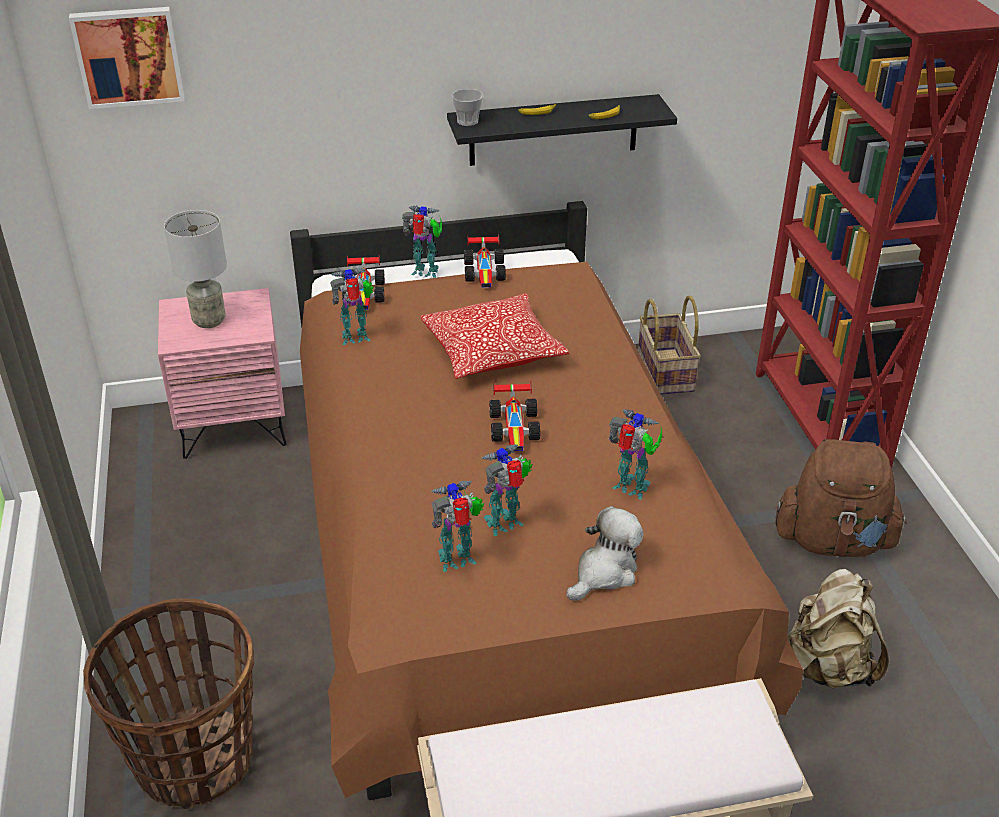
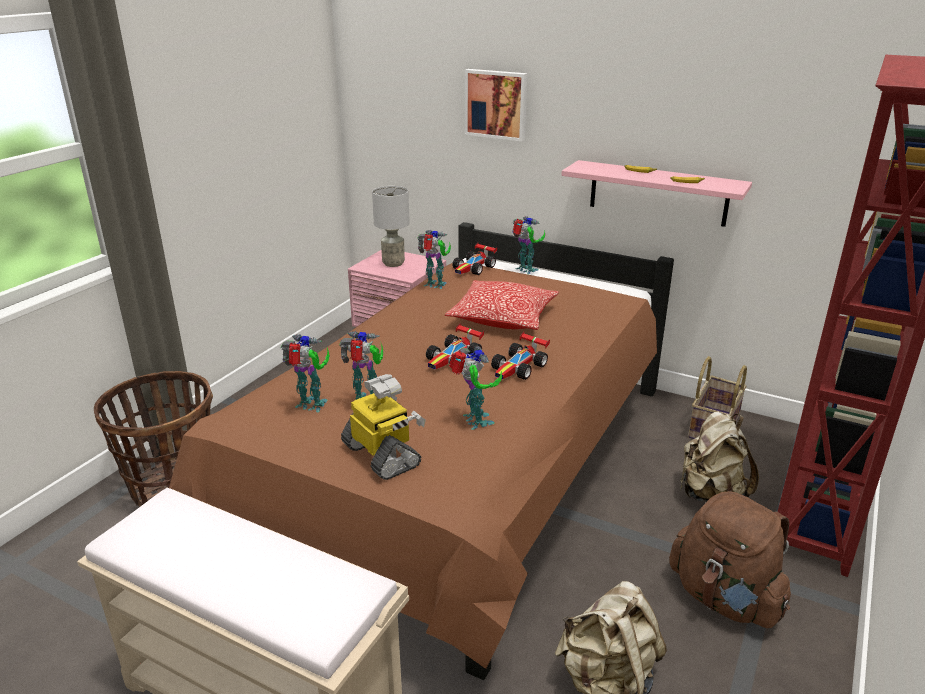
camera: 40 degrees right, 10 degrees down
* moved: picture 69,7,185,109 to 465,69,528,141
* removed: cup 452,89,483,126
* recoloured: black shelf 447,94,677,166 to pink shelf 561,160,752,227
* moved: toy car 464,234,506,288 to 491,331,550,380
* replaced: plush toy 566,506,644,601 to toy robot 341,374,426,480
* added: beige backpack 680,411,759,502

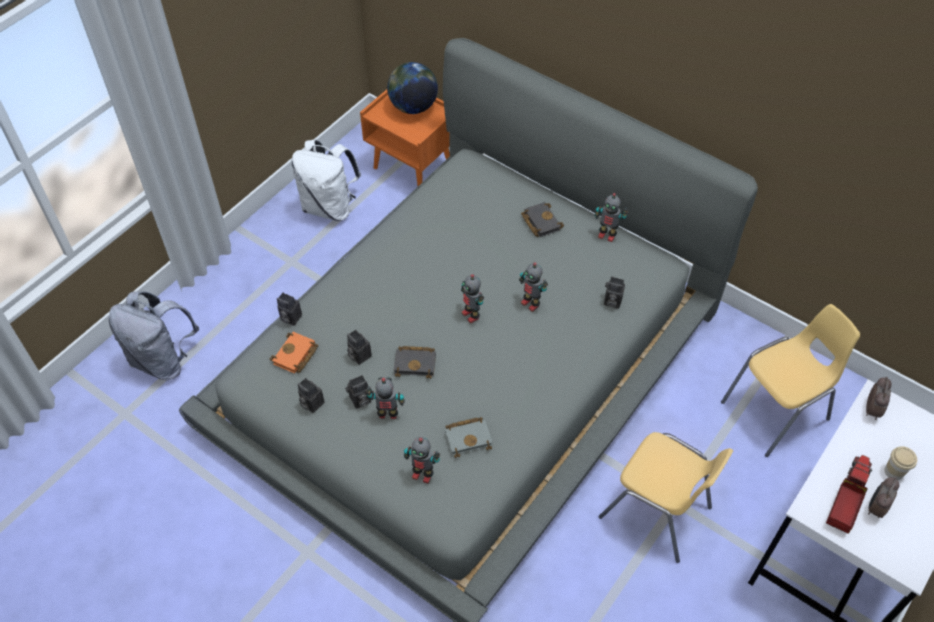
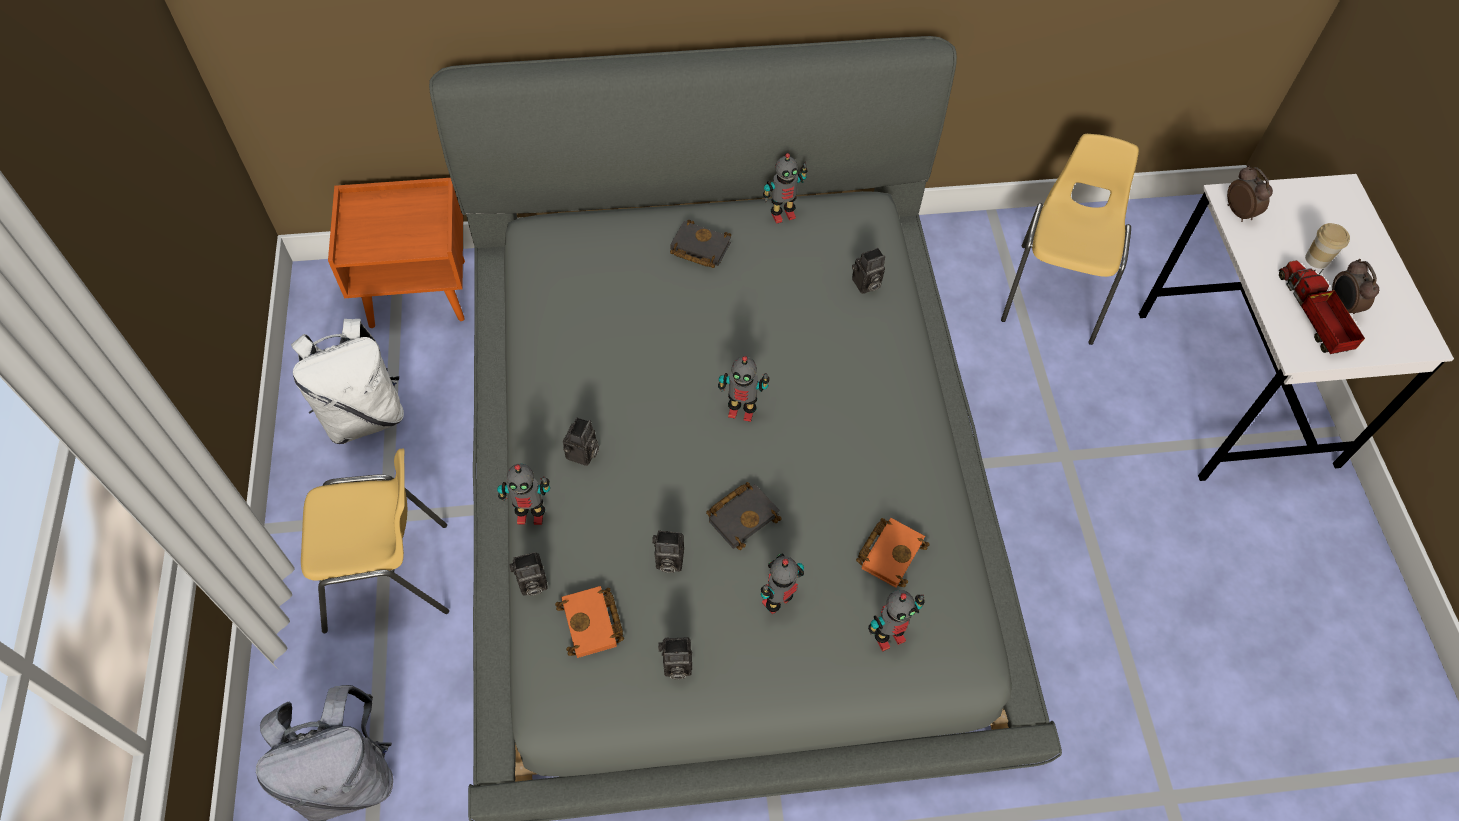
camera: 45 degrees left, 5 degrees up
* removed: globe 387,62,438,114
* moved: toy robot 519,262,548,312 to 497,464,550,525
* moved: photo camera 345,375,371,409 to 563,417,599,466
* recoloured: grey book 445,417,493,458 to orange book 856,518,930,588
* moved: yellow chair 599,432,733,563 to 301,448,449,633

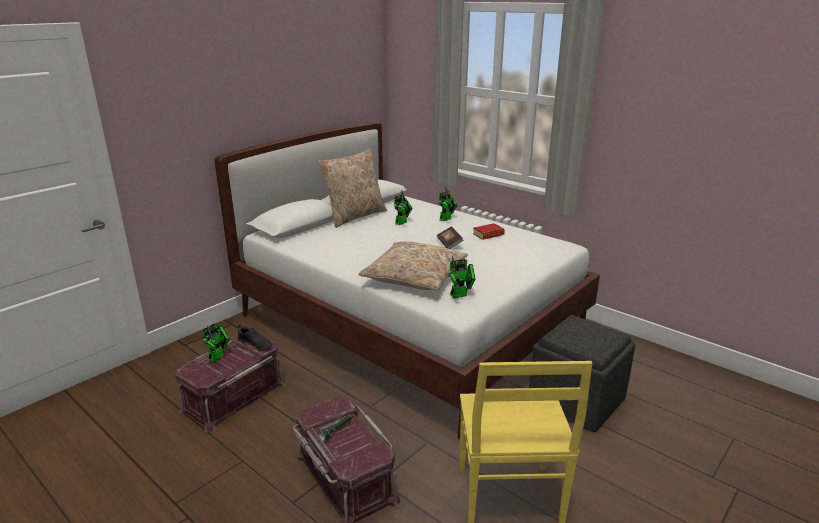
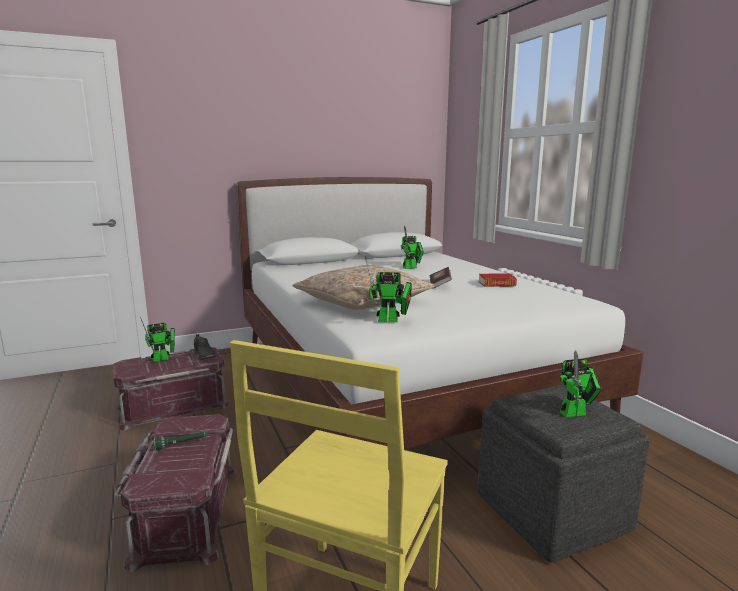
camera: 25 degrees right, 10 degrees down
* removed: beige pillow 317,148,387,228
* moved: toy robot 439,187,457,221 to 560,350,602,417

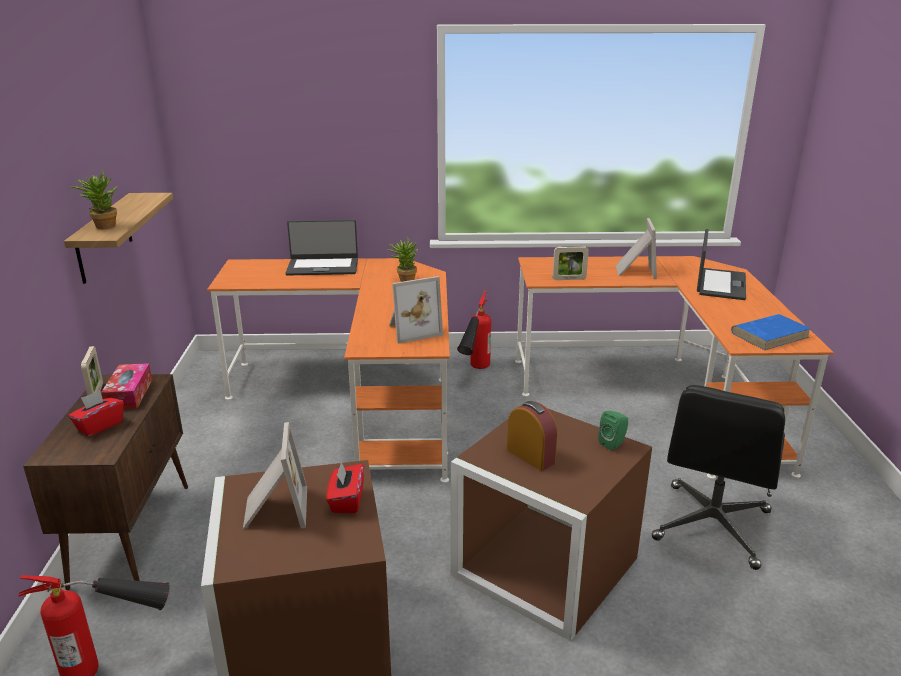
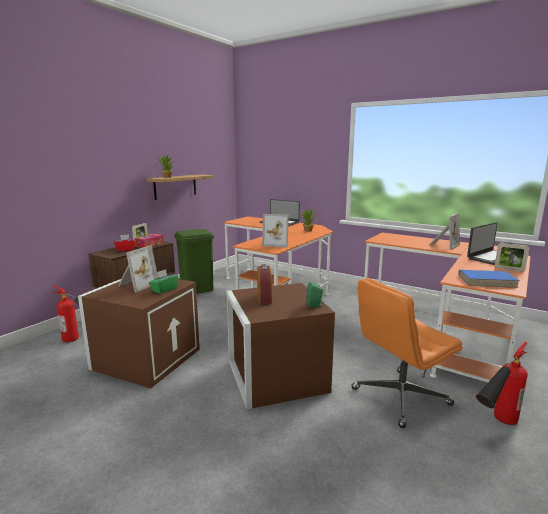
camera: 35 degrees right, 10 degrees down
* moved: picture frame 552,246,589,280 to 495,243,529,272
* moved: fire extinguisher 457,291,491,369 to 476,342,528,425
* recoloured: black office chair 652,385,785,570 to orange office chair 351,278,463,428
* recoloured: red tissue box 326,461,364,513 to green tissue box 149,269,178,294
* added: green trash can 174,229,214,294

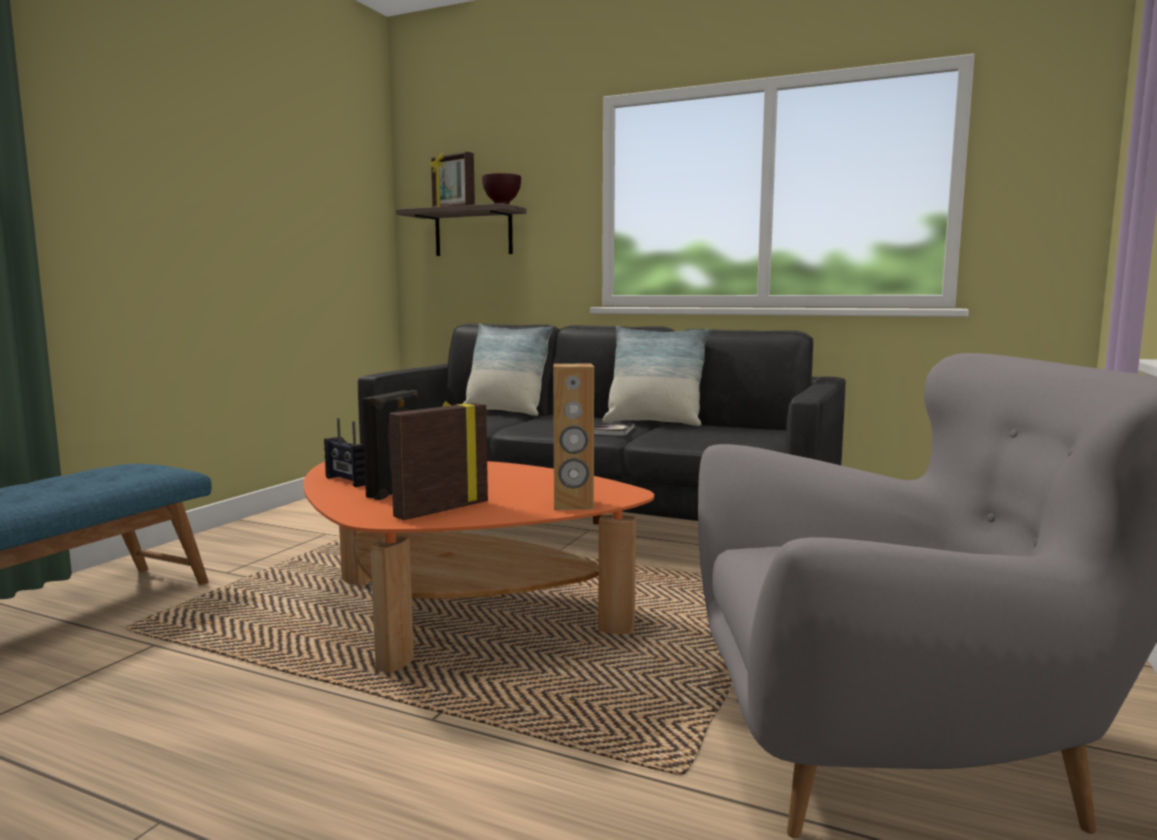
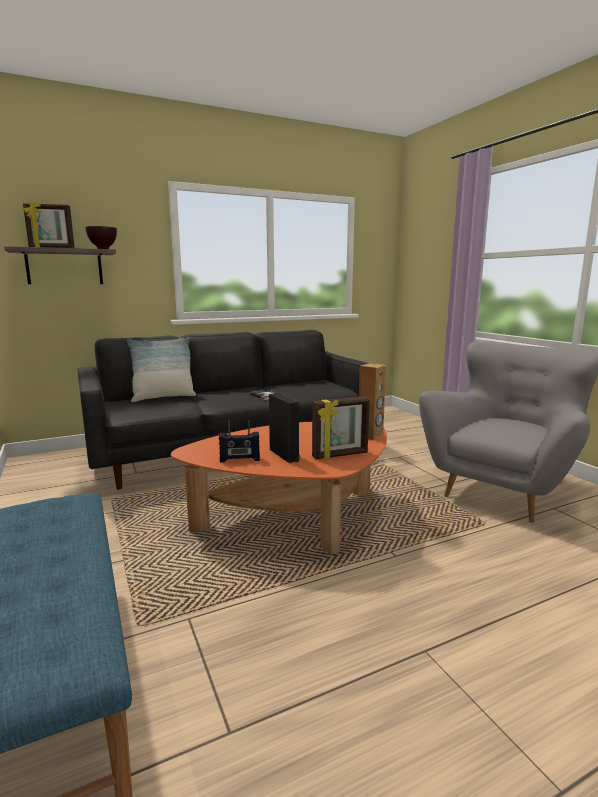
camera: 50 degrees left, 5 degrees up
* removed: pillow 603,326,710,426
* turned: picture frame 389,401,488,520 = 312,396,370,459 105 degrees counterclockwise

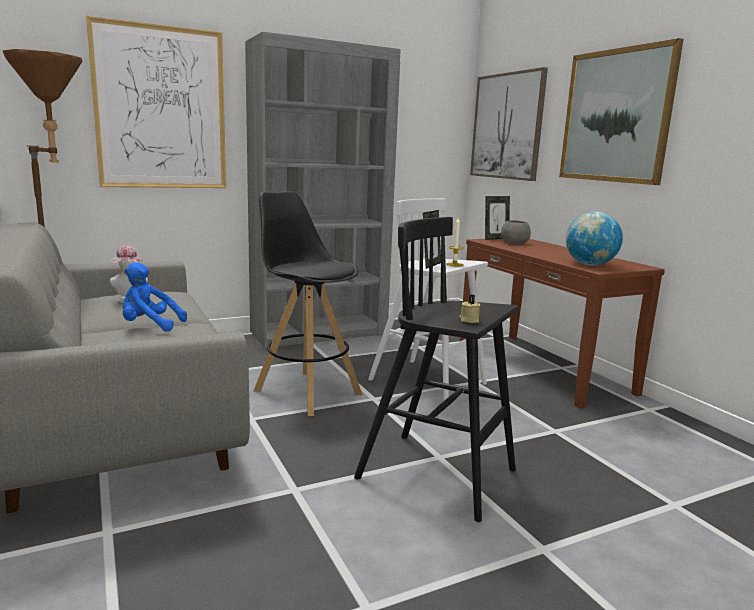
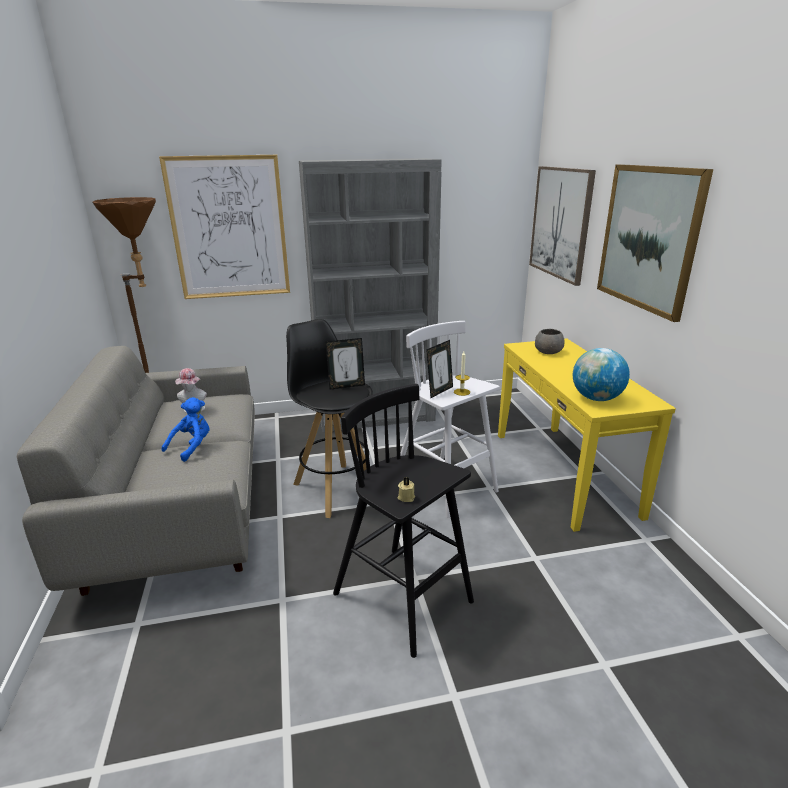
camera: 15 degrees right, 10 degrees up
* moved: picture frame 485,196,510,240 to 326,338,365,389
* recoloured: brown console table 460,239,665,409 to yellow console table 498,339,676,532
* turned: blue plush toy 123,262,187,331 = 161,397,209,462 105 degrees clockwise

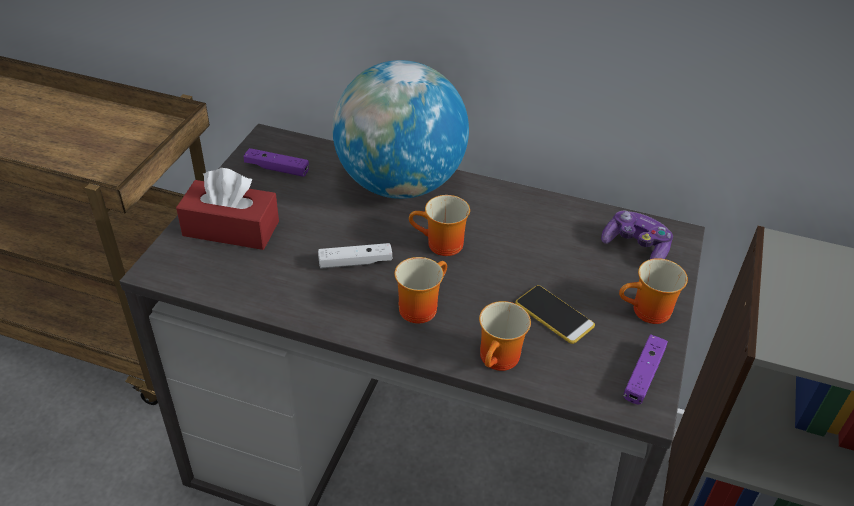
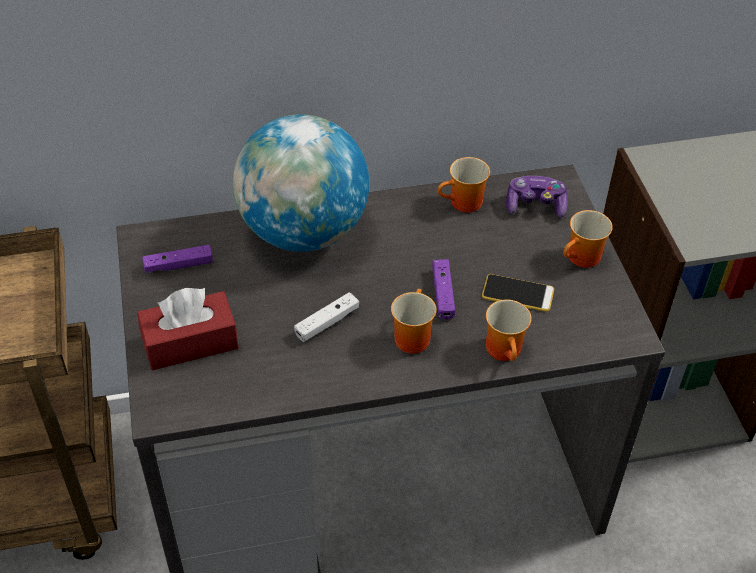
camera: 30 degrees left, 5 degrees up
* moved: mug 409,195,470,256 to 437,157,490,212
* moved: purple game controller 623,334,668,405 to 432,259,455,319

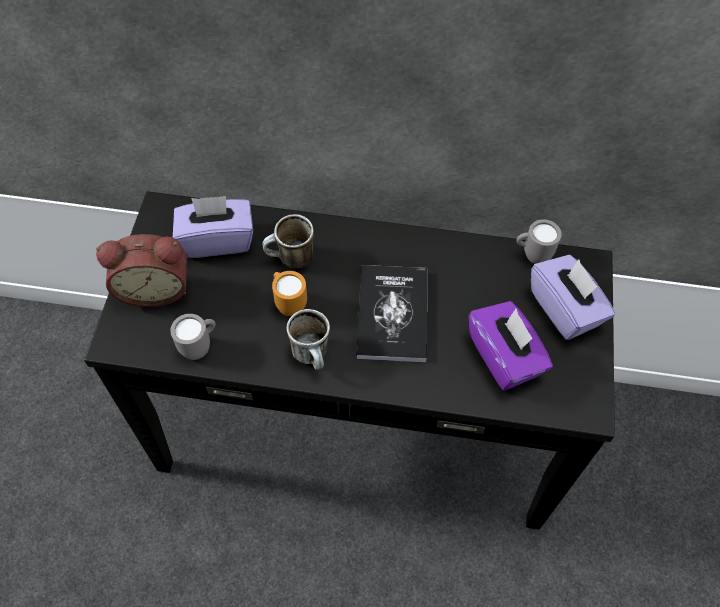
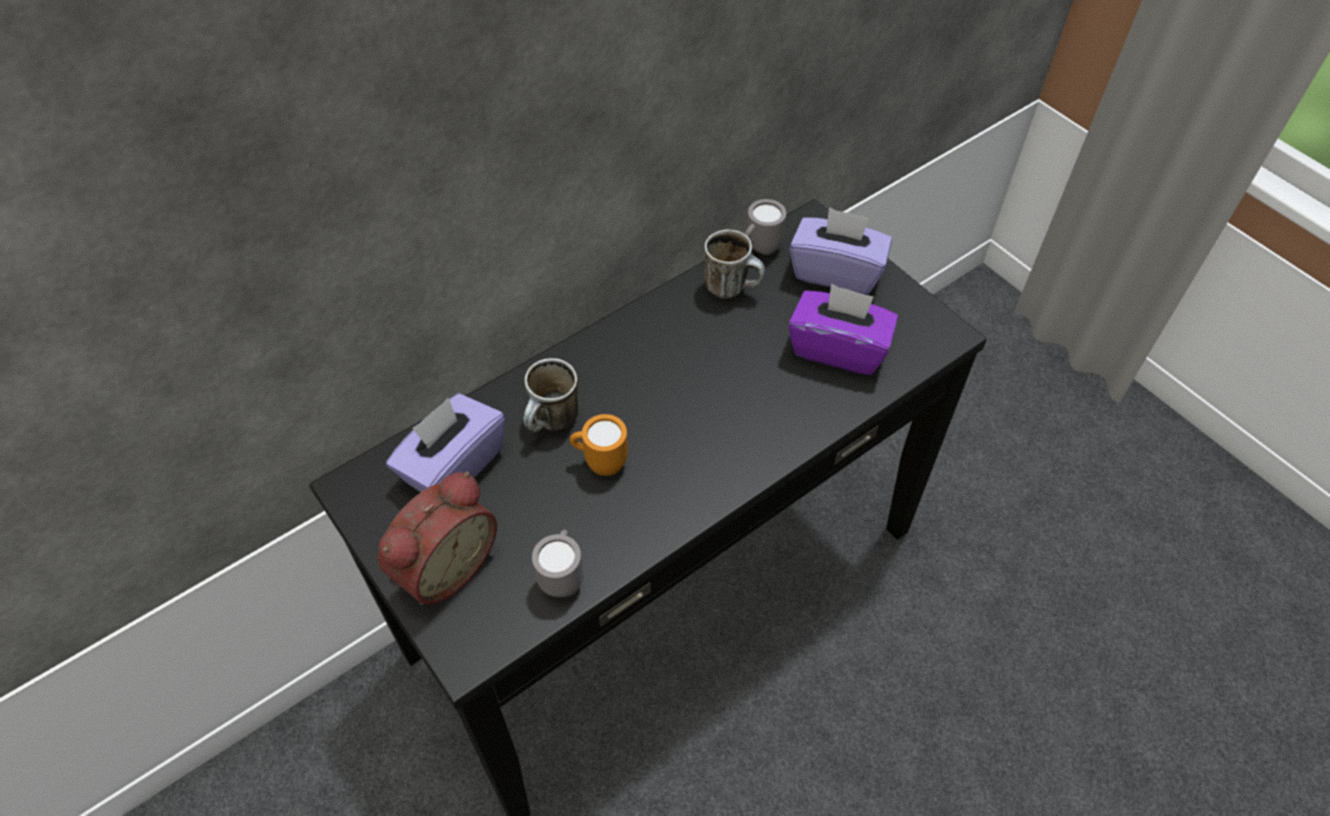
camera: 45 degrees left, 5 degrees down
* removed: book 356,265,427,362
* moved: mug 287,309,330,370 to 704,230,765,299

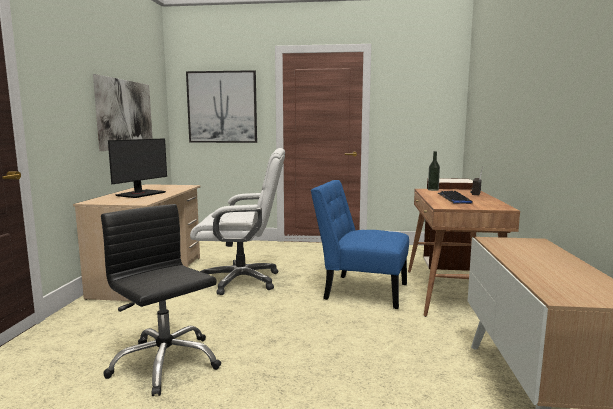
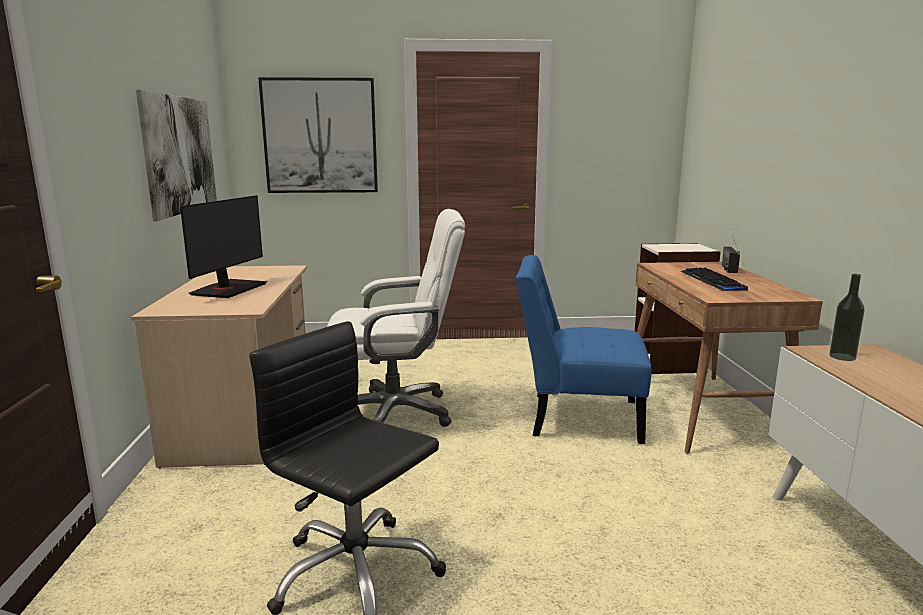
camera: 10 degrees left, 5 degrees up
* moved: bottle 428,151,440,191 to 829,274,865,361

